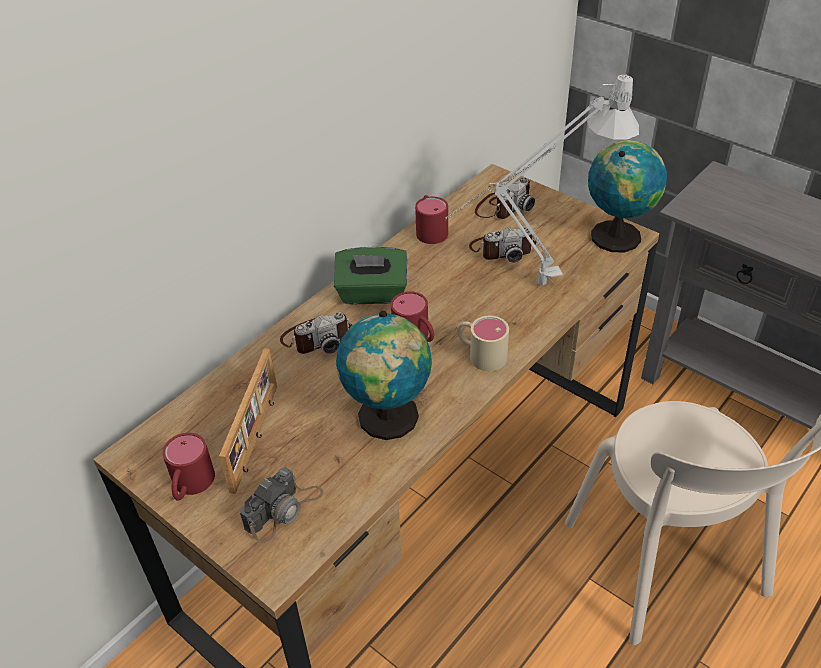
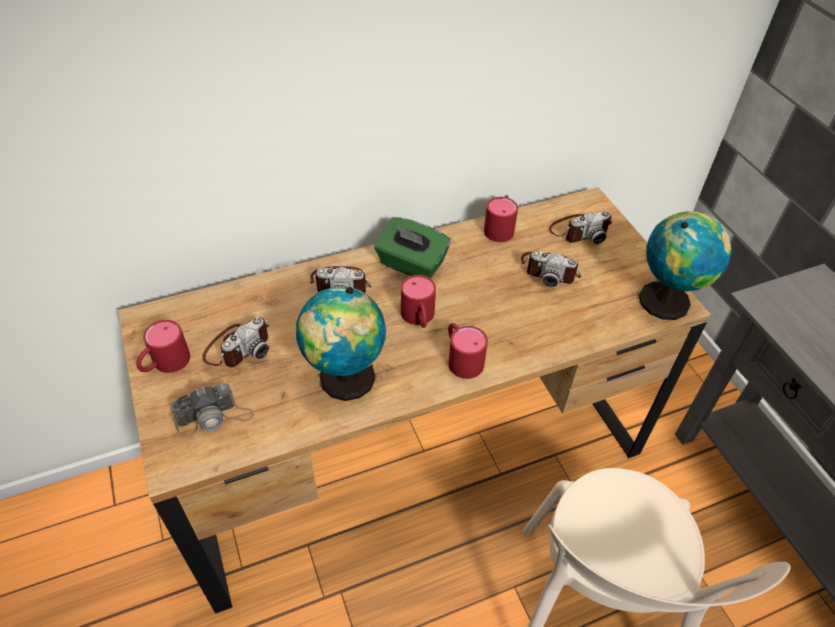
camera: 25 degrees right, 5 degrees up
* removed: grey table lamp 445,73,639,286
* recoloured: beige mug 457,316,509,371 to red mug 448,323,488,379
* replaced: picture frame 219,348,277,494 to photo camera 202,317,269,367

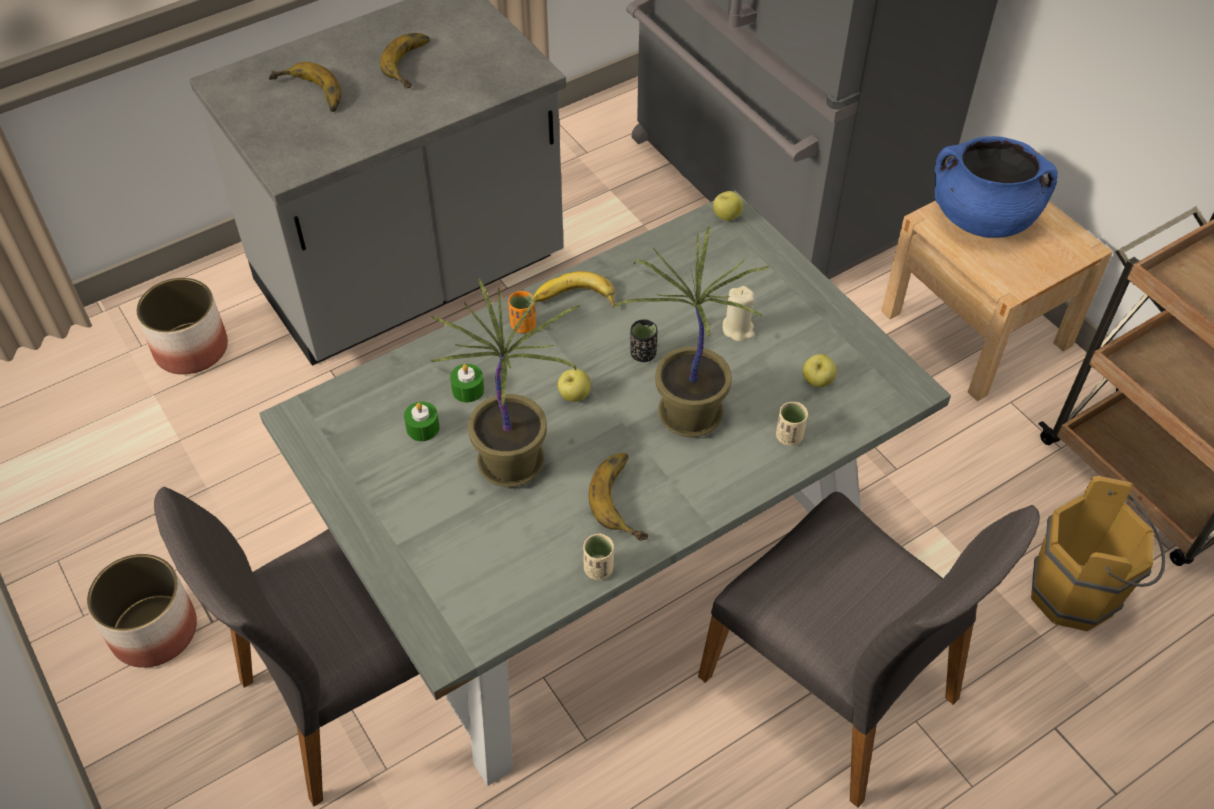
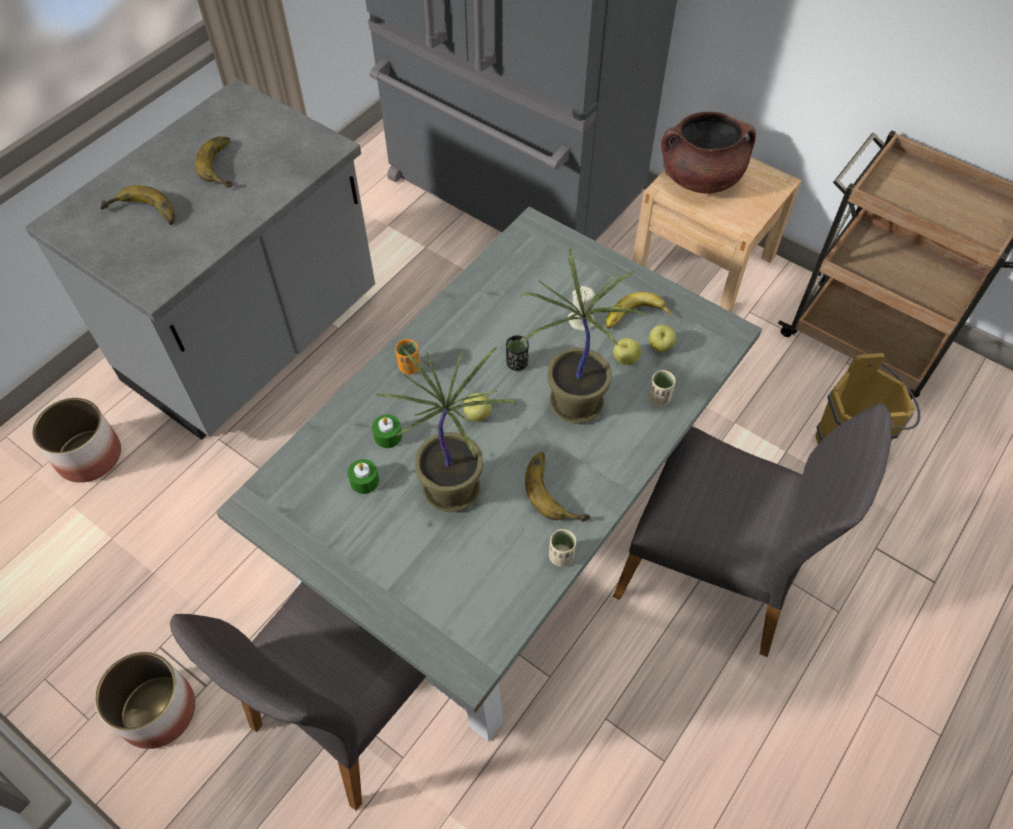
camera: 20 degrees left, 5 degrees up
* recoloured: blue cooking pot 935,136,1058,238 to brown cooking pot 661,112,756,193
* moved: apple 713,191,743,221 to 613,338,641,365
* moved: banana 533,271,615,308 to 606,292,672,329

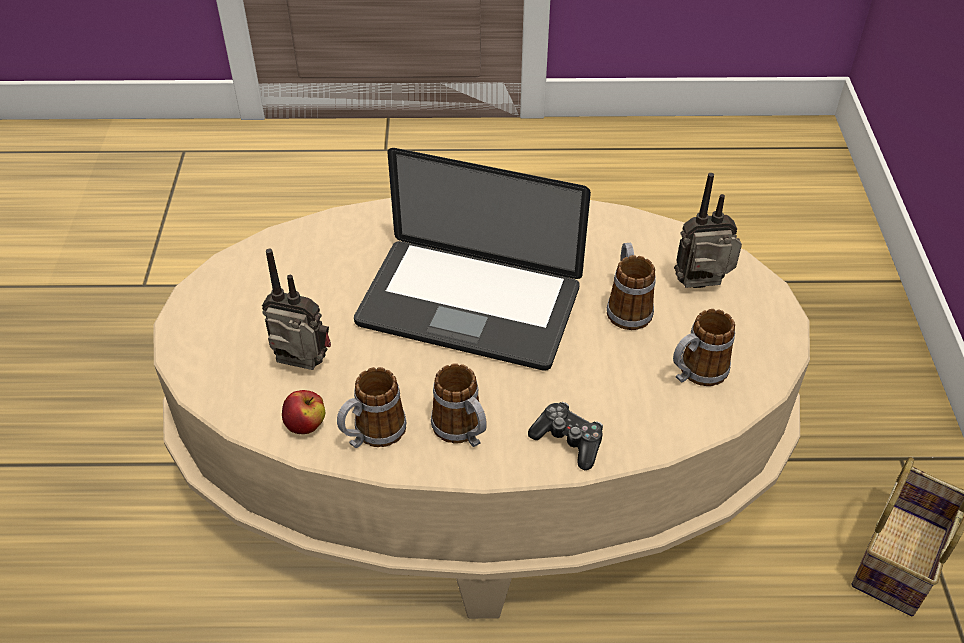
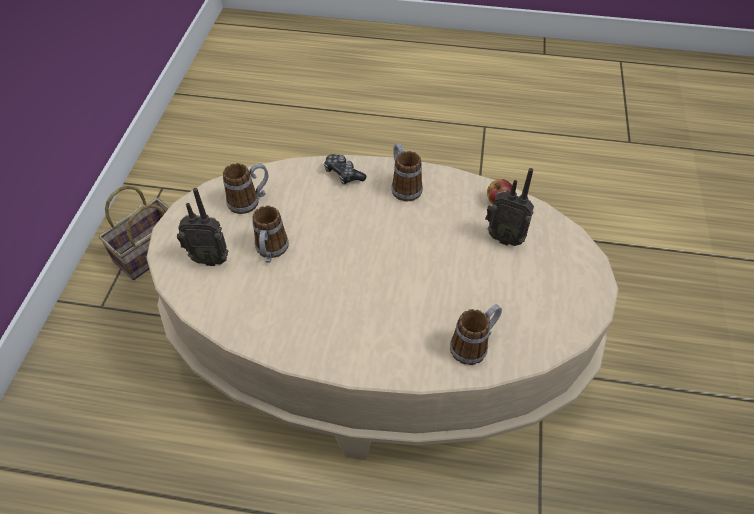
camera: 170 degrees left, 5 degrees up
* removed: laptop 354,148,591,371
* moved: mug 337,367,407,448 to 450,304,502,365

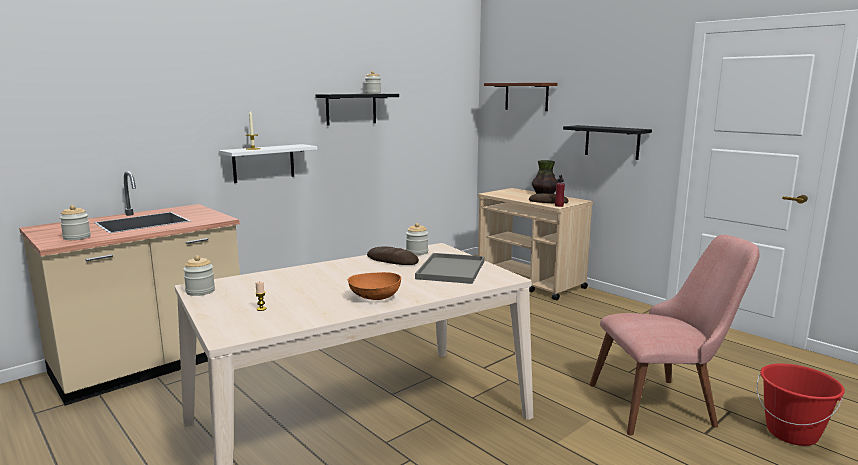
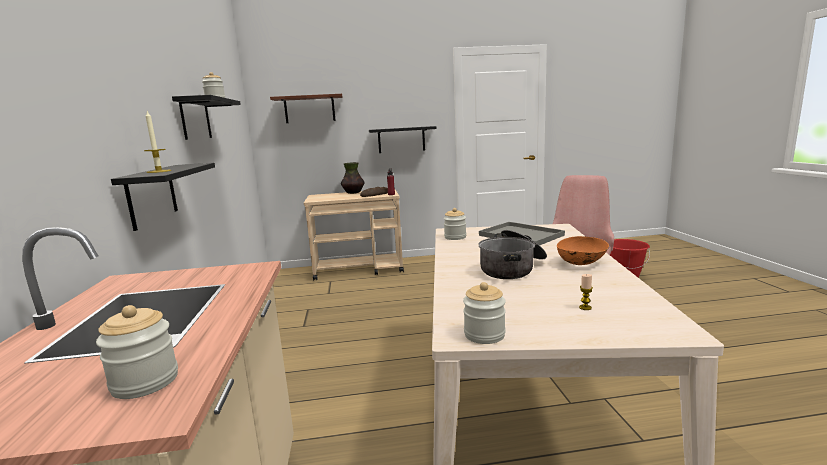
camera: 55 degrees left, 0 degrees up
* recoloured: white shelf 219,144,317,183 to black shelf 111,163,215,231
* removed: bread 367,246,419,265
* added: cooking pot 478,230,547,279

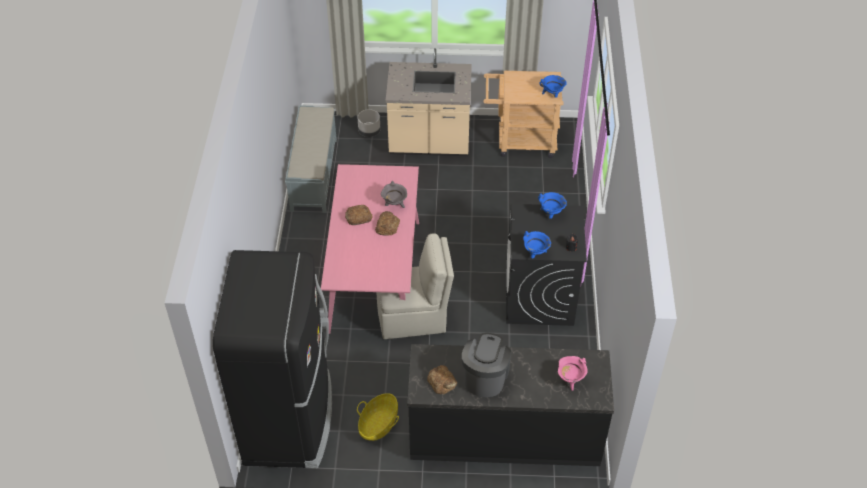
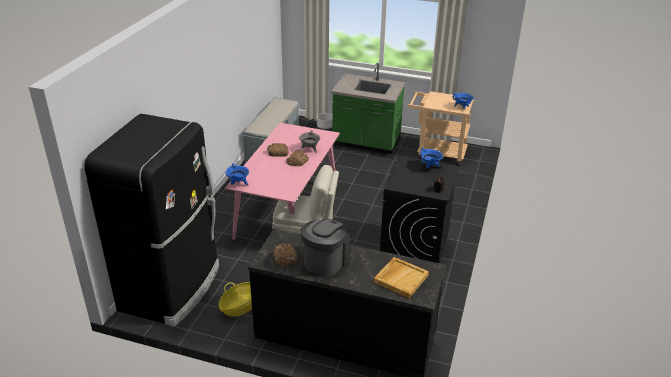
camera: 15 degrees right, 15 degrees down
* recoloured: beige counter 386,48,472,156 to green counter 331,63,405,154
* moved: blue cooking pot 523,231,551,258 to 226,163,249,185
* replaced: pink cooking pot 558,356,588,391 to beige tray 374,257,429,298

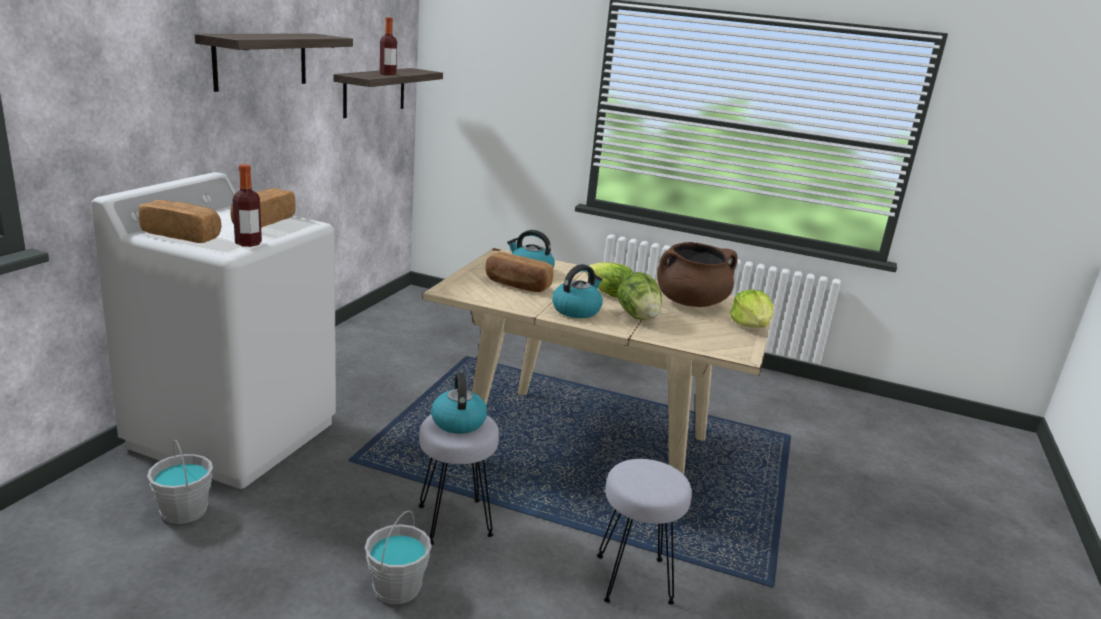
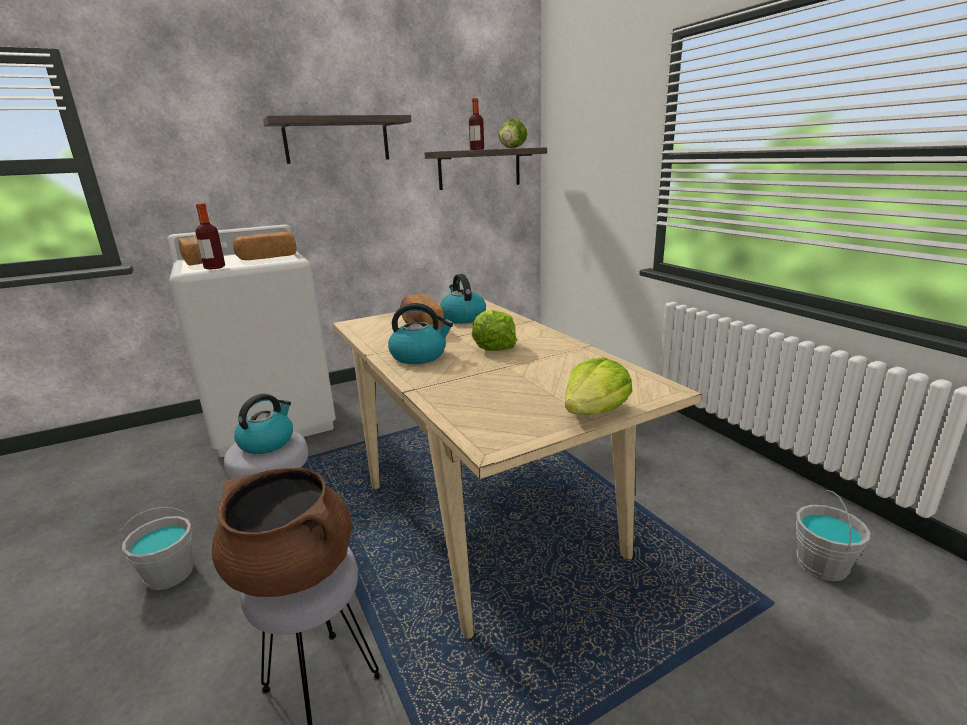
camera: 45 degrees right, 0 degrees up
* moved: brown cooking pot 657,242,738,307 to 212,468,352,597
* moved: lettuce 617,272,662,320 to 498,119,527,148
* moved: grey bucket 147,440,213,524 to 796,490,870,581

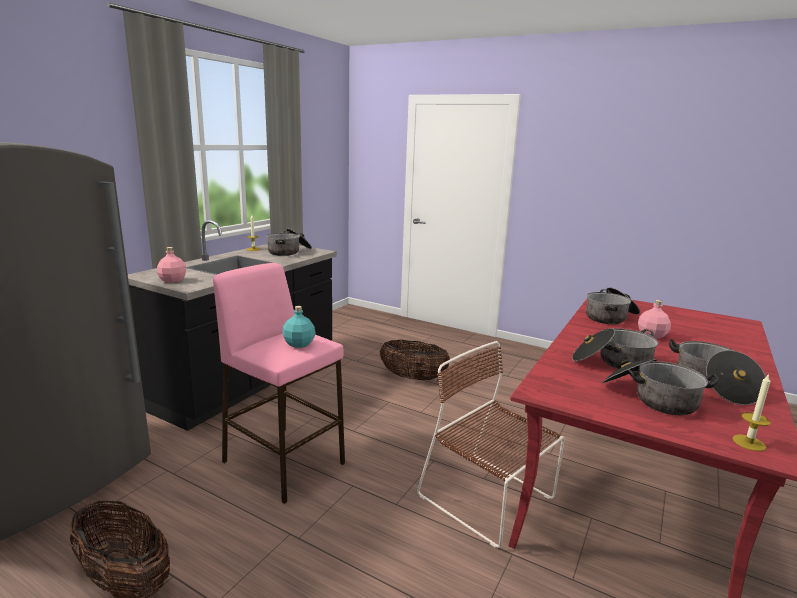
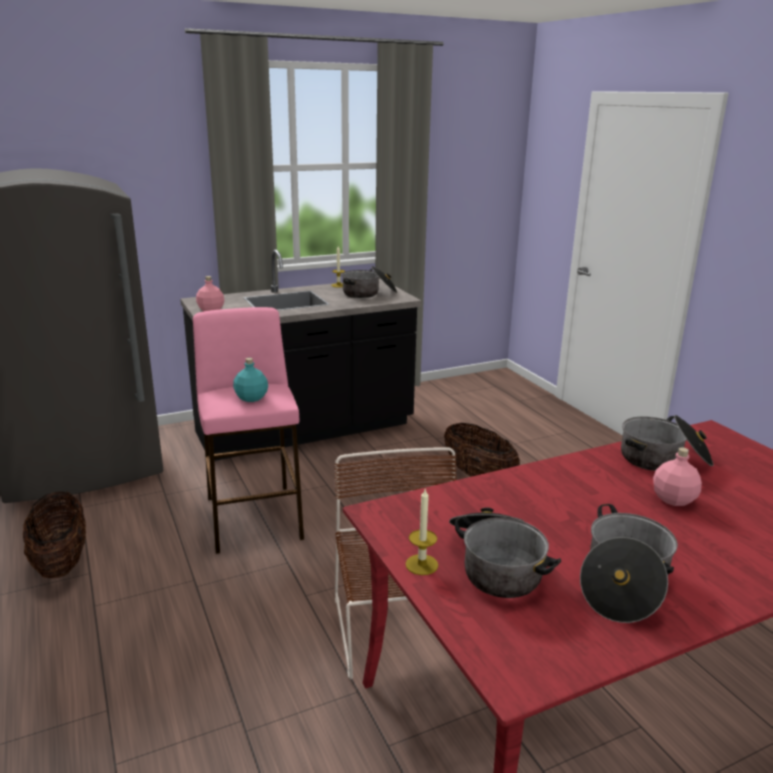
camera: 35 degrees right, 5 degrees up
* removed: cooking pot 572,328,658,372
* moved: candle 733,374,771,451 to 405,489,438,575

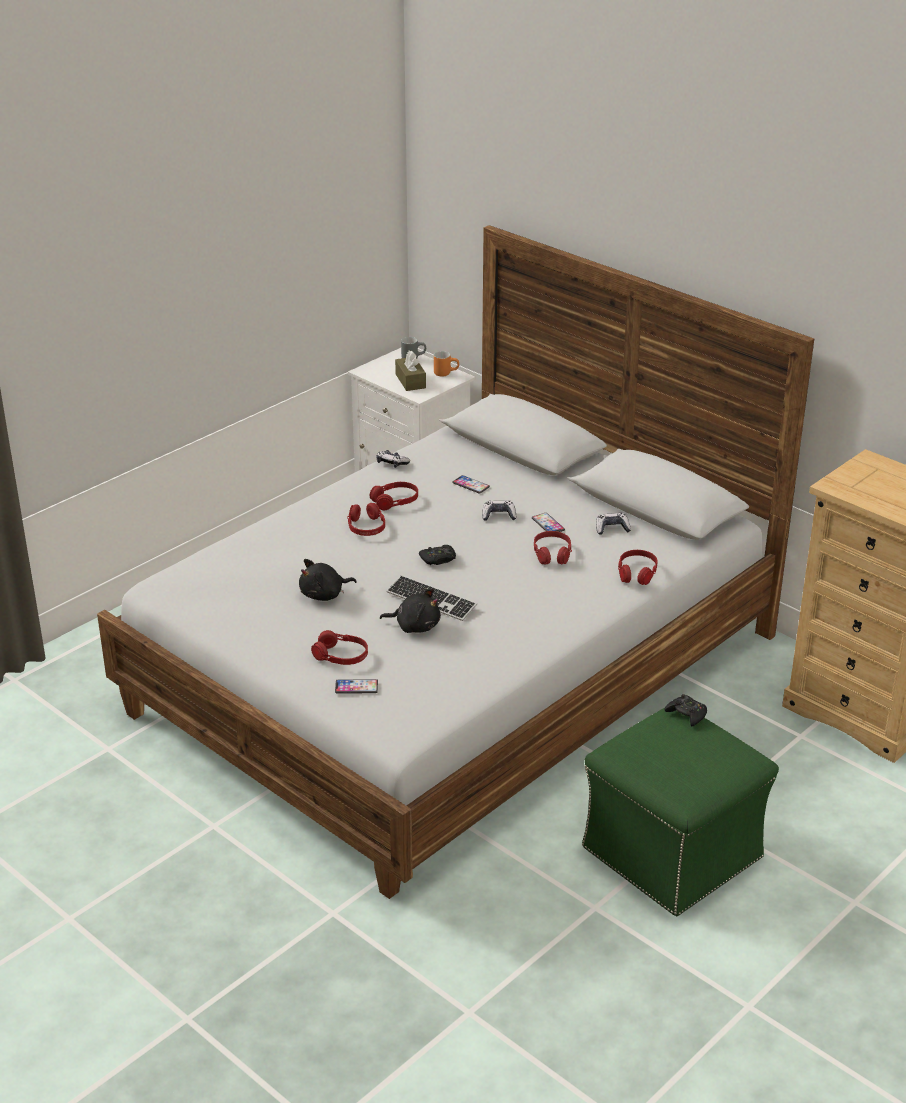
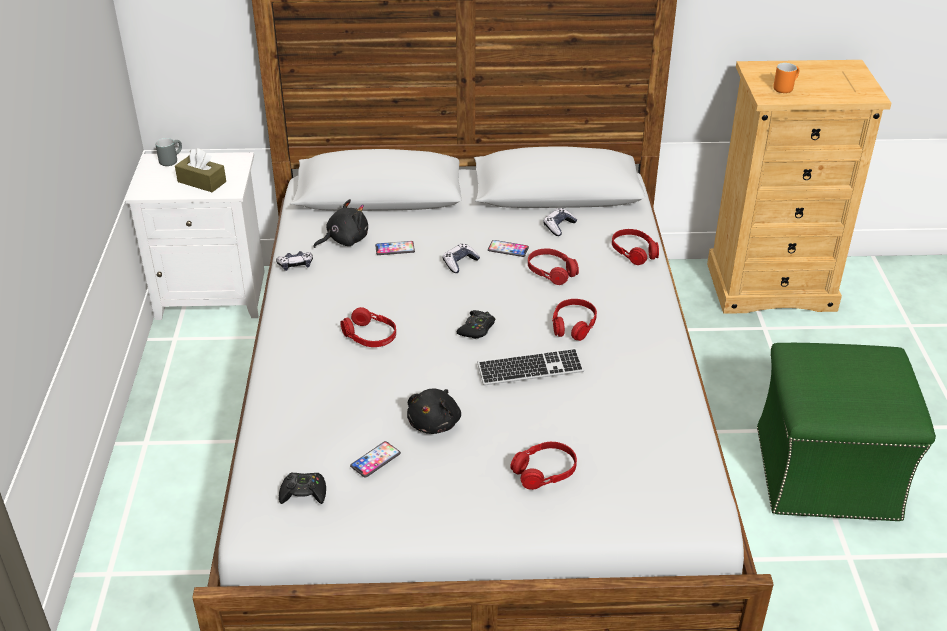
camera: 45 degrees left, 5 degrees up
* moved: orange mug 434,351,459,377 to 773,63,799,93
* moved: red headphones 370,482,418,510 to 552,299,597,341
* moved: black plush toy 380,589,441,633 to 313,199,368,248
* moved: phone 335,679,378,694 to 350,441,401,478
* moved: black game controller 664,694,707,727 to 279,472,326,504

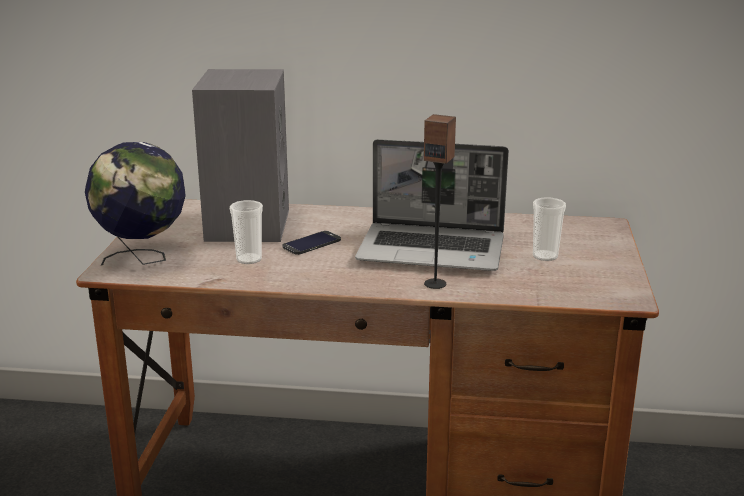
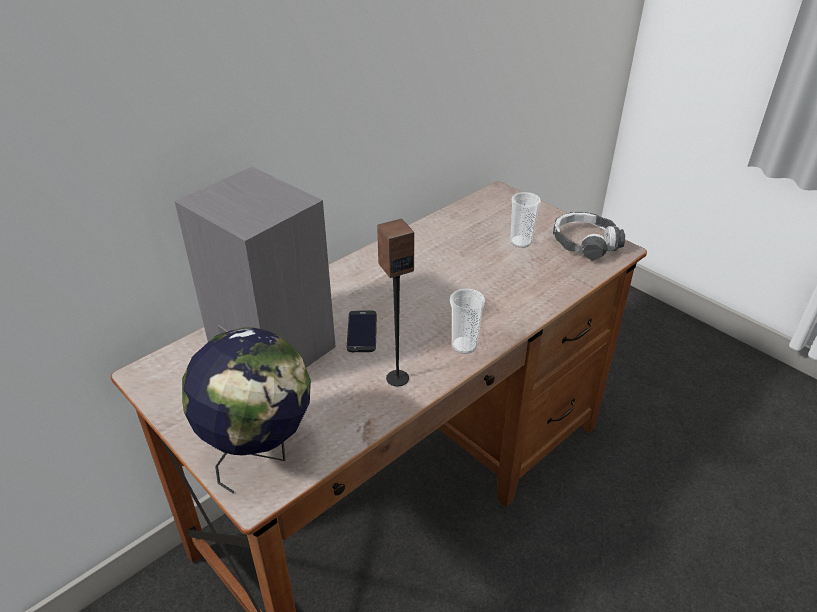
camera: 50 degrees left, 15 degrees up
* moved: speaker 424,114,456,289 to 377,219,414,386
* removed: laptop 355,139,509,271
* moved: cup 230,200,263,264 to 450,288,485,354
* added: headphones 553,212,625,261

